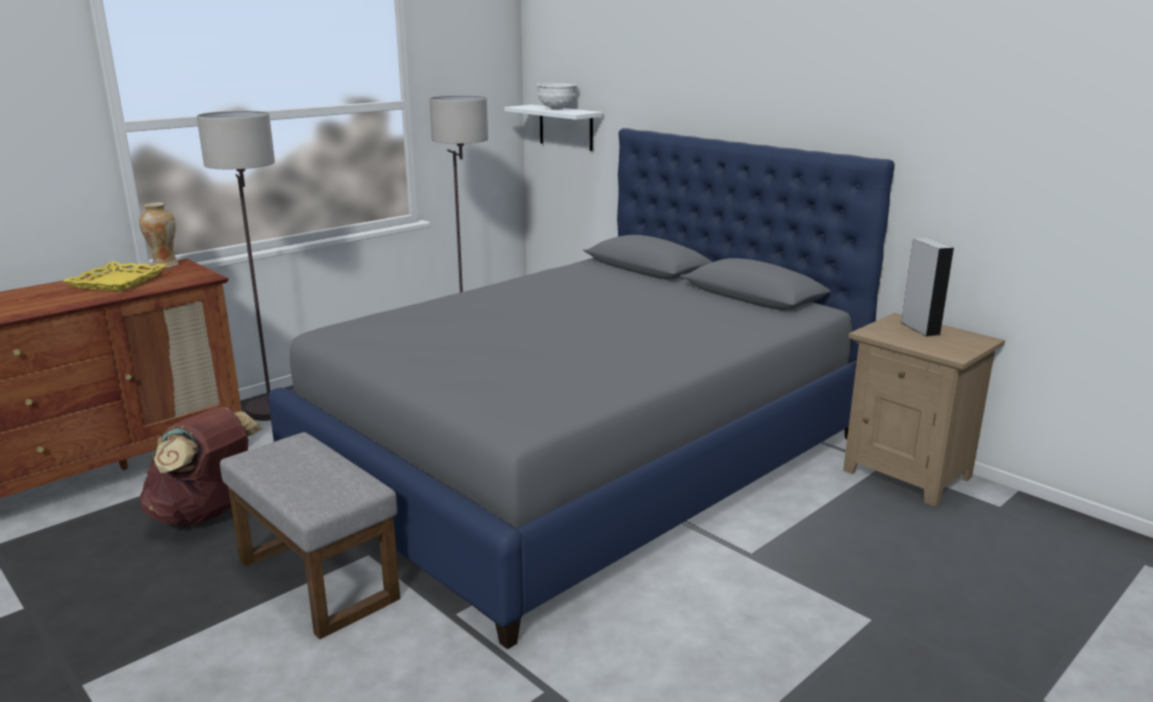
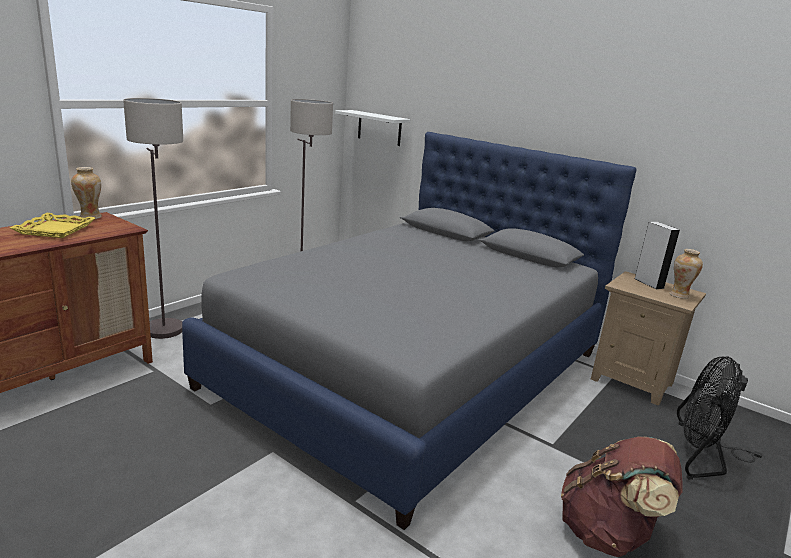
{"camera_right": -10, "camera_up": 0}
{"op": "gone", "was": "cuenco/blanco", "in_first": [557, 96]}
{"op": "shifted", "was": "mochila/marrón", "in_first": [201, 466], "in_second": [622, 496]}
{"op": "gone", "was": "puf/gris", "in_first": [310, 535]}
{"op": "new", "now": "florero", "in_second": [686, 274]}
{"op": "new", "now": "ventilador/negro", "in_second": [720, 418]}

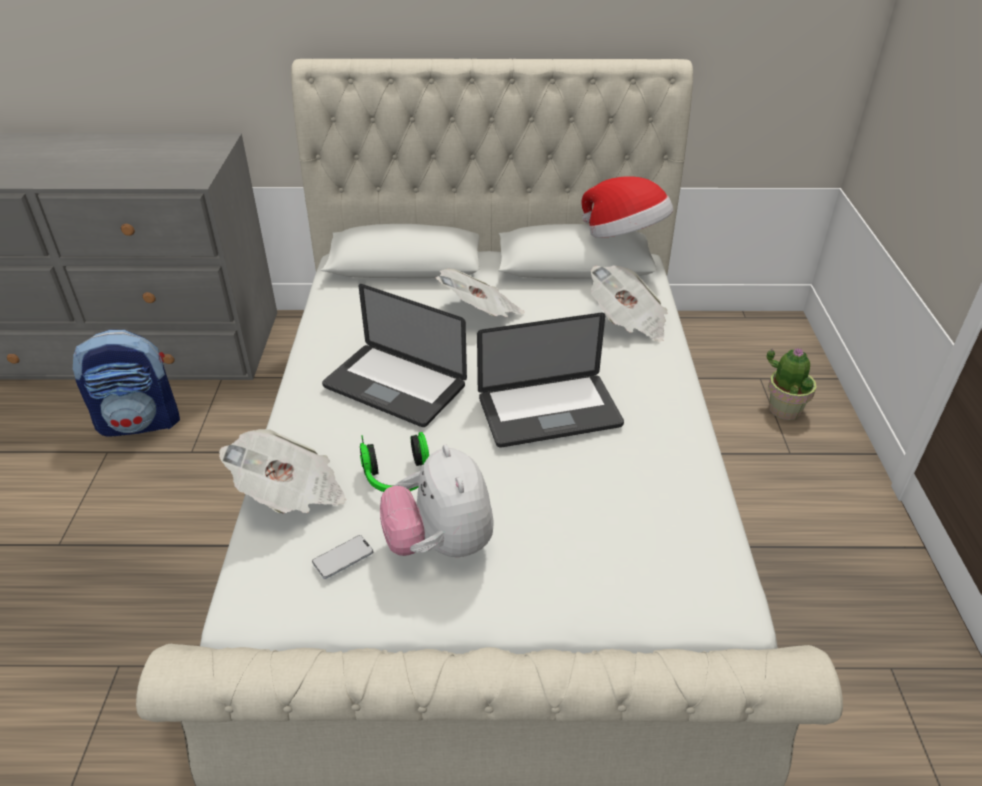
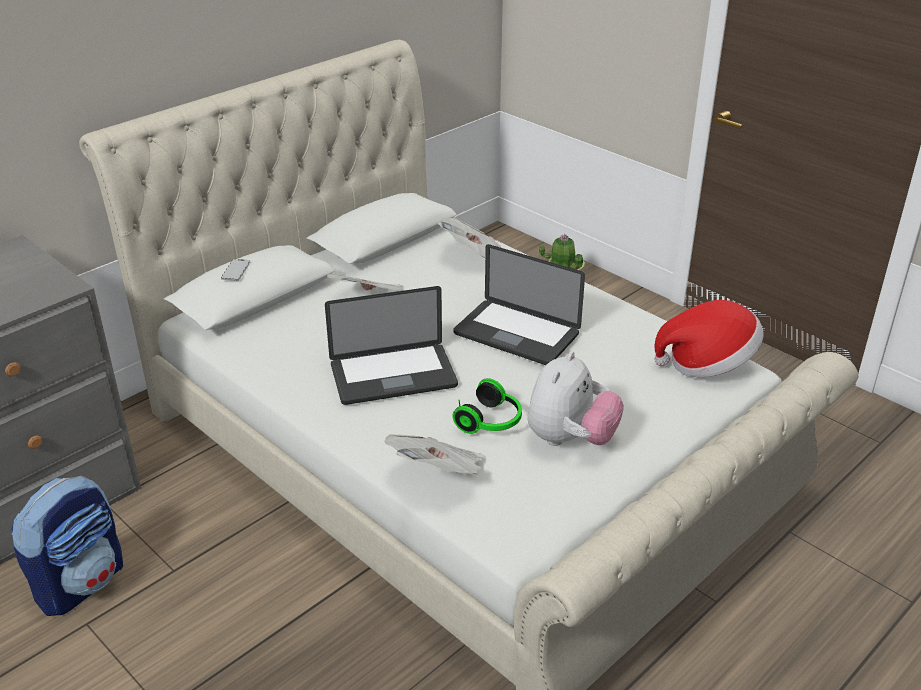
{"camera_right": -45, "camera_up": -5}
{"op": "shifted", "was": "sombrero", "in_first": [627, 207], "in_second": [709, 338]}
{"op": "rotated", "was": "portátil", "in_first": [550, 380], "in_second": [519, 304], "clockwise": 90}
{"op": "rotated", "was": "peluche", "in_first": [437, 501], "in_second": [576, 398], "clockwise": -90}
{"op": "shifted", "was": "móvil", "in_first": [342, 557], "in_second": [235, 270]}

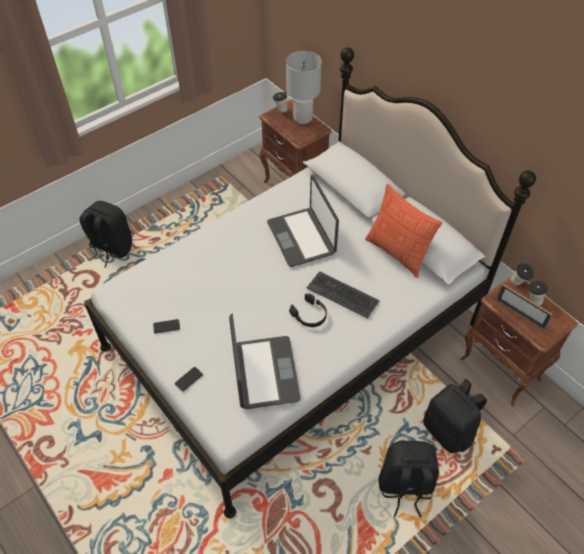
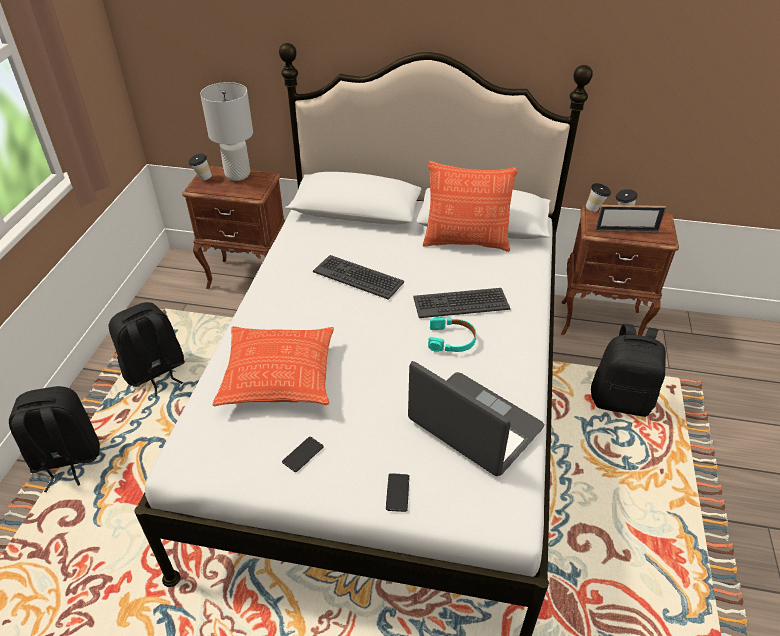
{"camera_right": -40, "camera_up": -10}
{"op": "swapped", "was": "portátil", "now": "teclado", "in_first": [303, 221], "in_second": [358, 277]}
{"op": "repainted", "was": "auriculares/negro", "now": "auriculares/turquesa", "in_first": [308, 310], "in_second": [452, 334]}
{"op": "shifted", "was": "mochila/negro", "in_first": [408, 479], "in_second": [147, 349]}
{"op": "new", "now": "cojín/naranja", "in_second": [273, 366]}

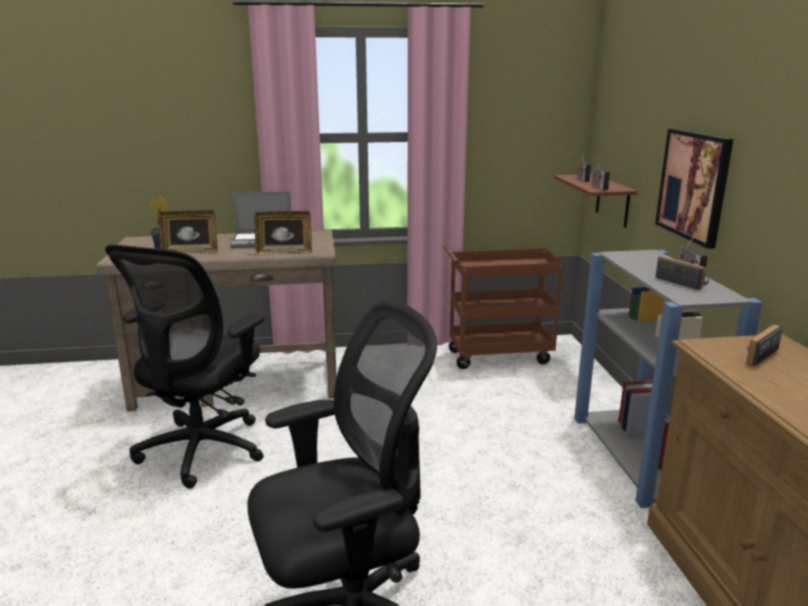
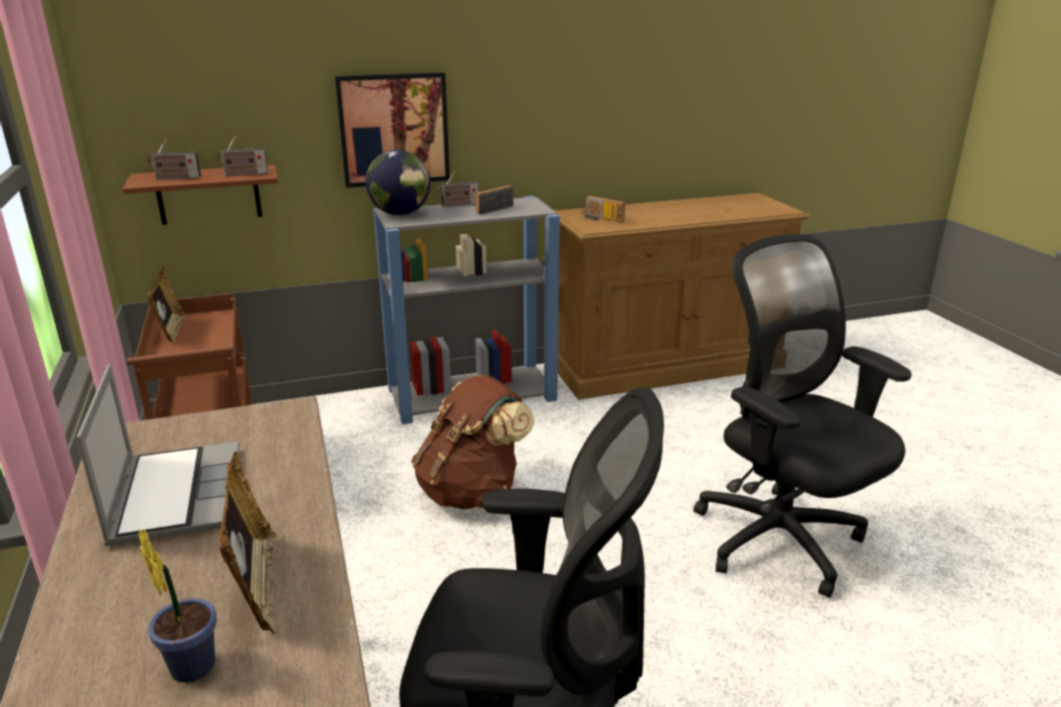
{"camera_right": -100, "camera_up": 5}
{"op": "shifted", "was": "portarretratos", "in_first": [283, 232], "in_second": [167, 305]}
{"op": "new", "now": "globo terráqueo", "in_second": [398, 182]}
{"op": "new", "now": "mochila/marrón", "in_second": [473, 442]}

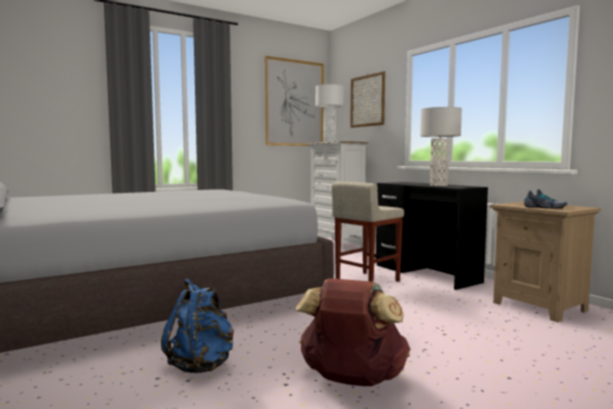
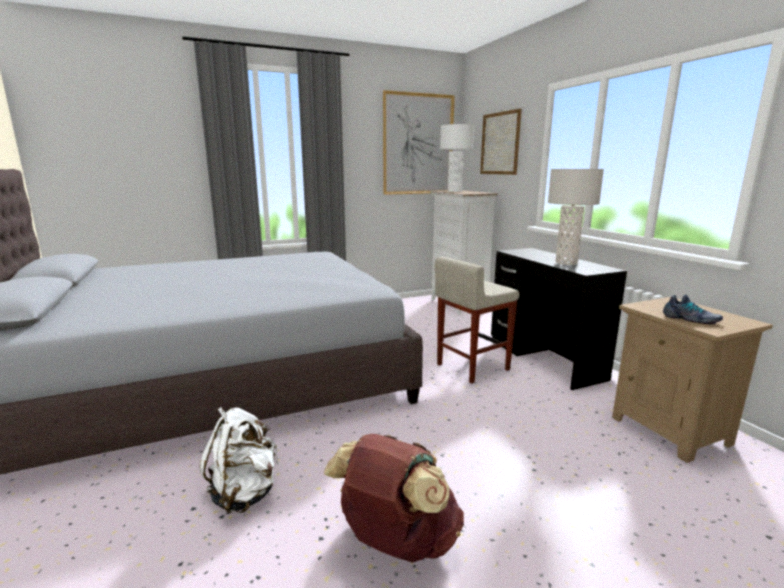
{"camera_right": 10, "camera_up": 10}
{"op": "repainted", "was": "mochila/azul", "now": "mochila/blanco", "in_first": [197, 326], "in_second": [239, 460]}

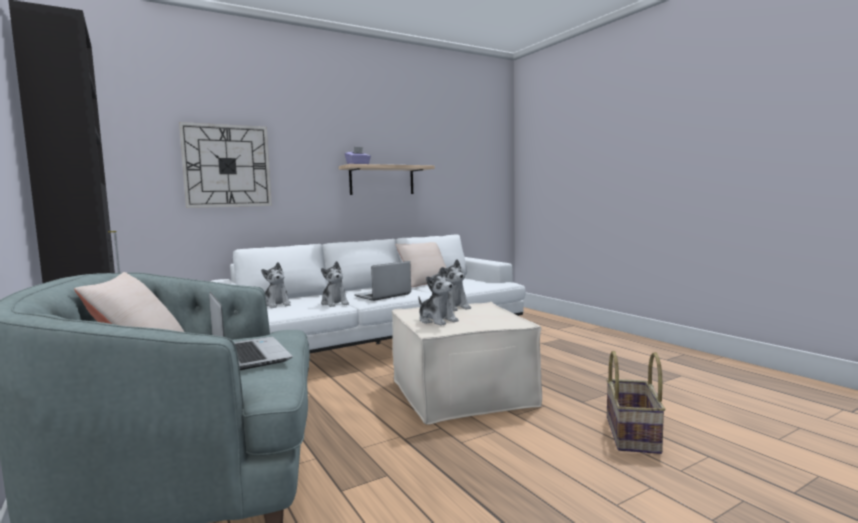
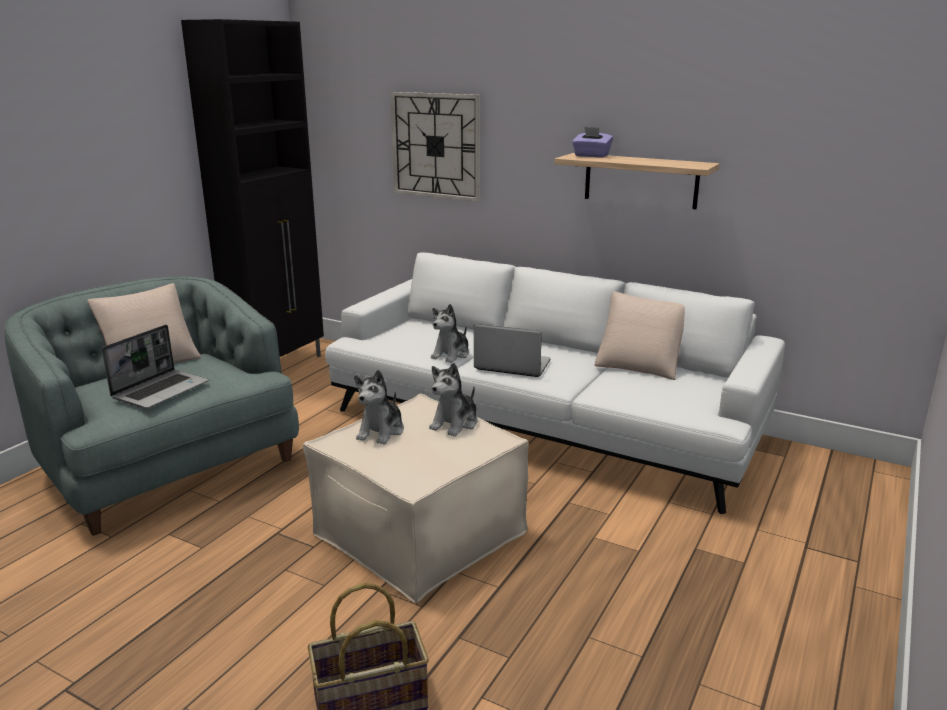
{"camera_right": 60, "camera_up": 15}
{"op": "gone", "was": "peluche", "in_first": [276, 285]}

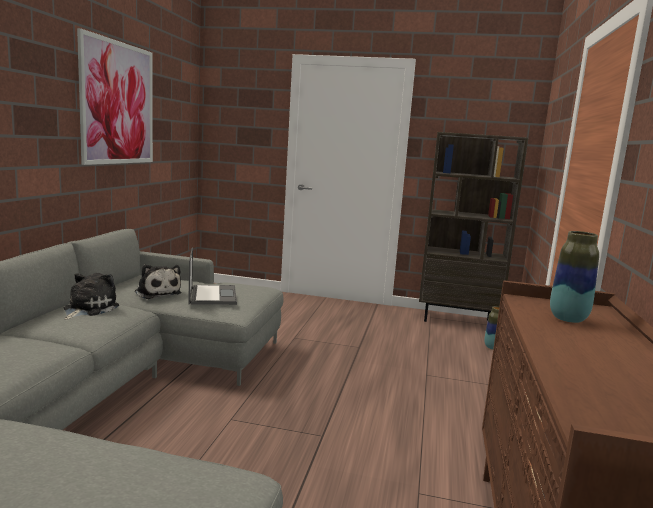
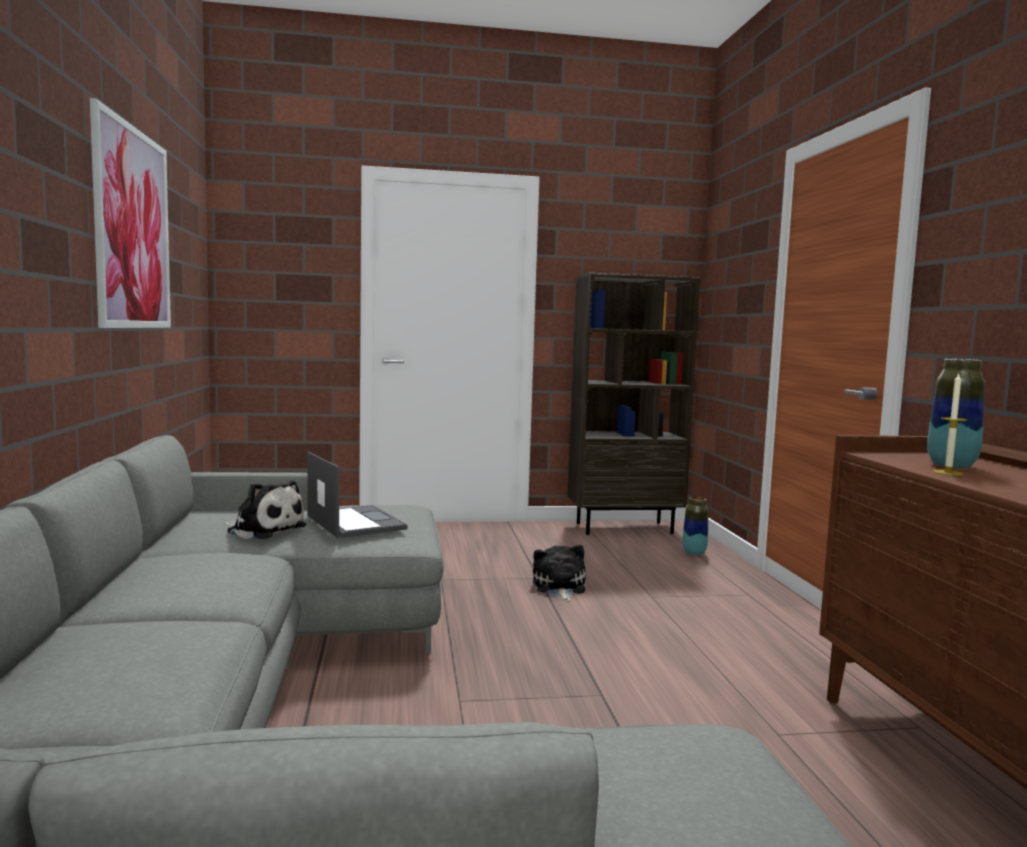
{"camera_right": -20, "camera_up": -5}
{"op": "shifted", "was": "peluche", "in_first": [91, 296], "in_second": [559, 573]}
{"op": "new", "now": "vela", "in_second": [950, 424]}

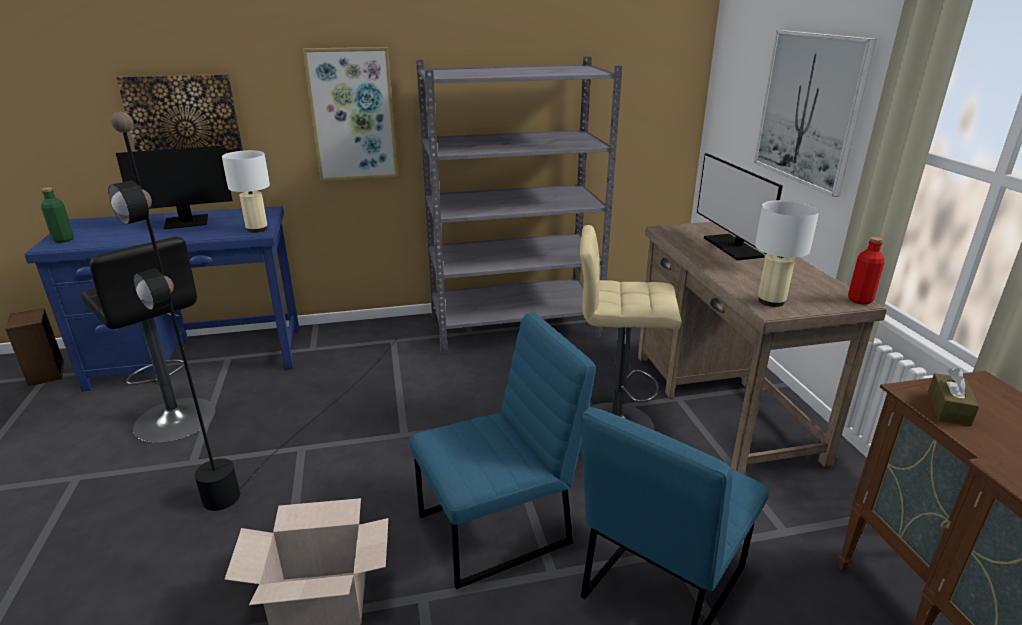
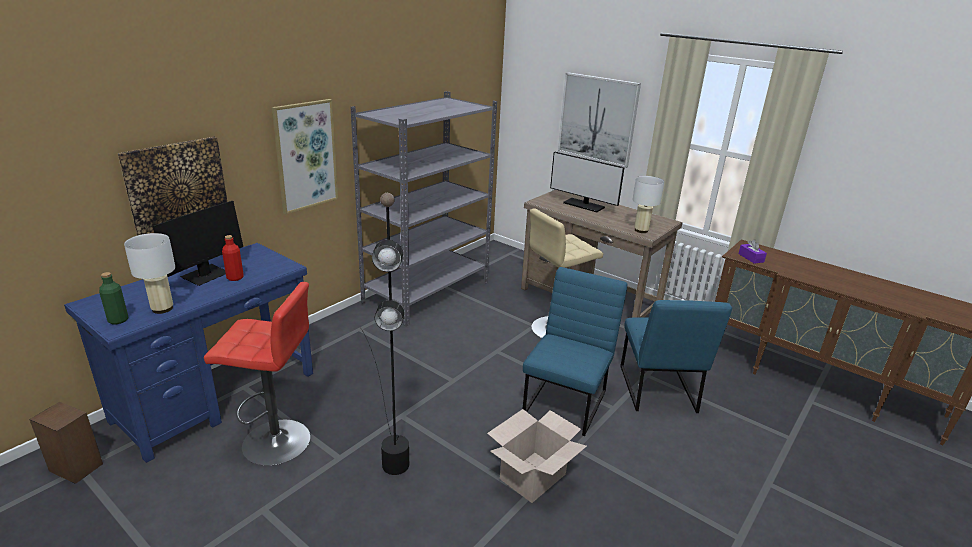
{"camera_right": -40, "camera_up": 0}
{"op": "shifted", "was": "lámpara de mesa/blanco", "in_first": [246, 191], "in_second": [149, 273]}
{"op": "repainted", "was": "taburete/negro", "now": "taburete/rojo", "in_first": [148, 340], "in_second": [257, 374]}
{"op": "shifted", "was": "botella/rojo", "in_first": [866, 271], "in_second": [233, 258]}
{"op": "repainted", "was": "caja de pañuelos/marrón", "now": "caja de pañuelos/morado", "in_first": [953, 397], "in_second": [752, 251]}

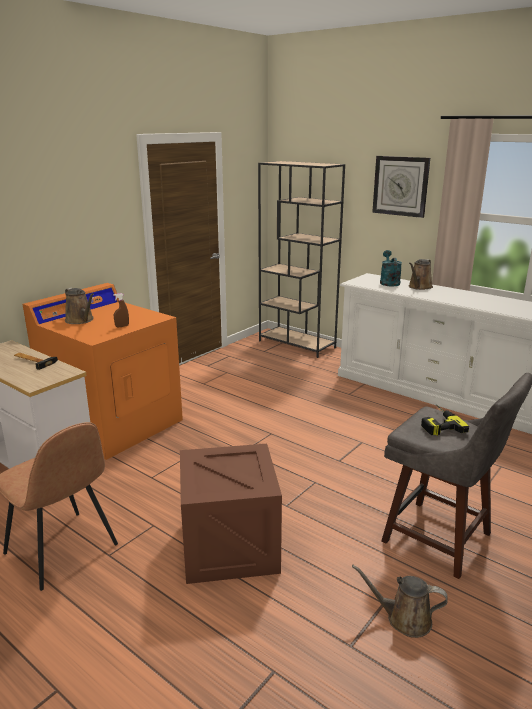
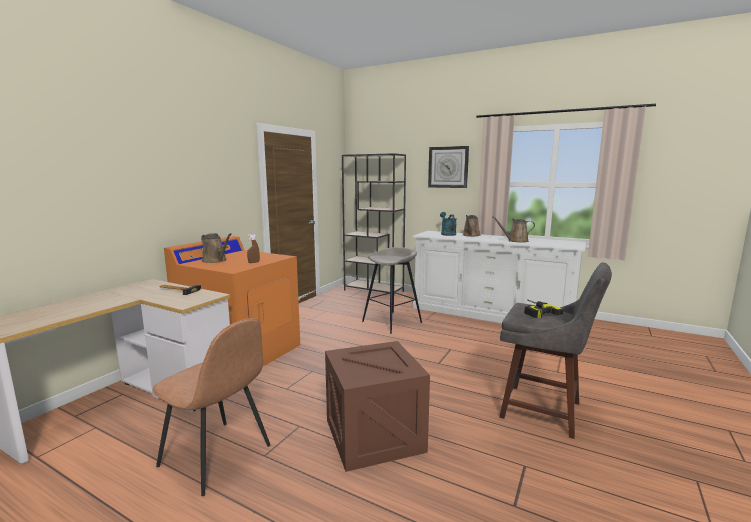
{"camera_right": -10, "camera_up": -10}
{"op": "shifted", "was": "regadera/marrón", "in_first": [400, 601], "in_second": [513, 229]}
{"op": "new", "now": "taburete/gris", "in_second": [392, 290]}

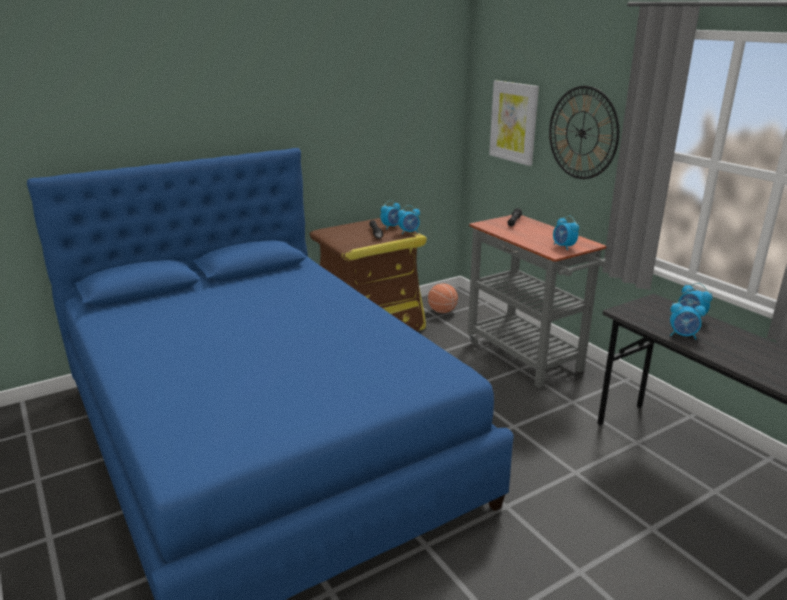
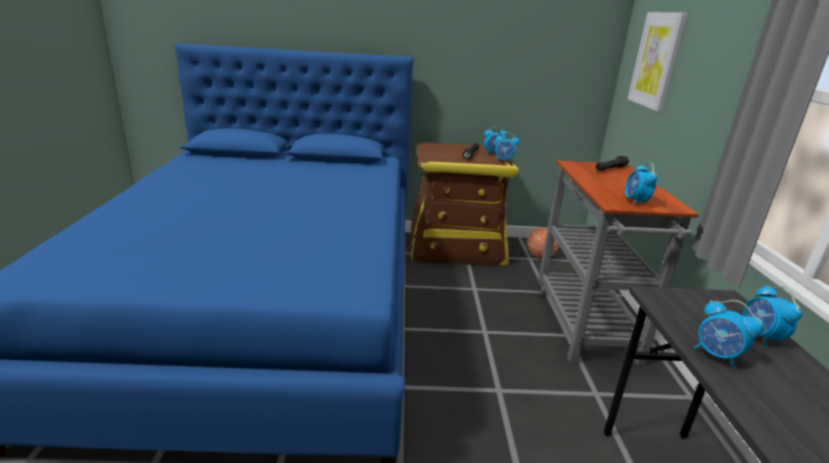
{"camera_right": 30, "camera_up": 0}
{"op": "gone", "was": "reloj de pared", "in_first": [584, 132]}

